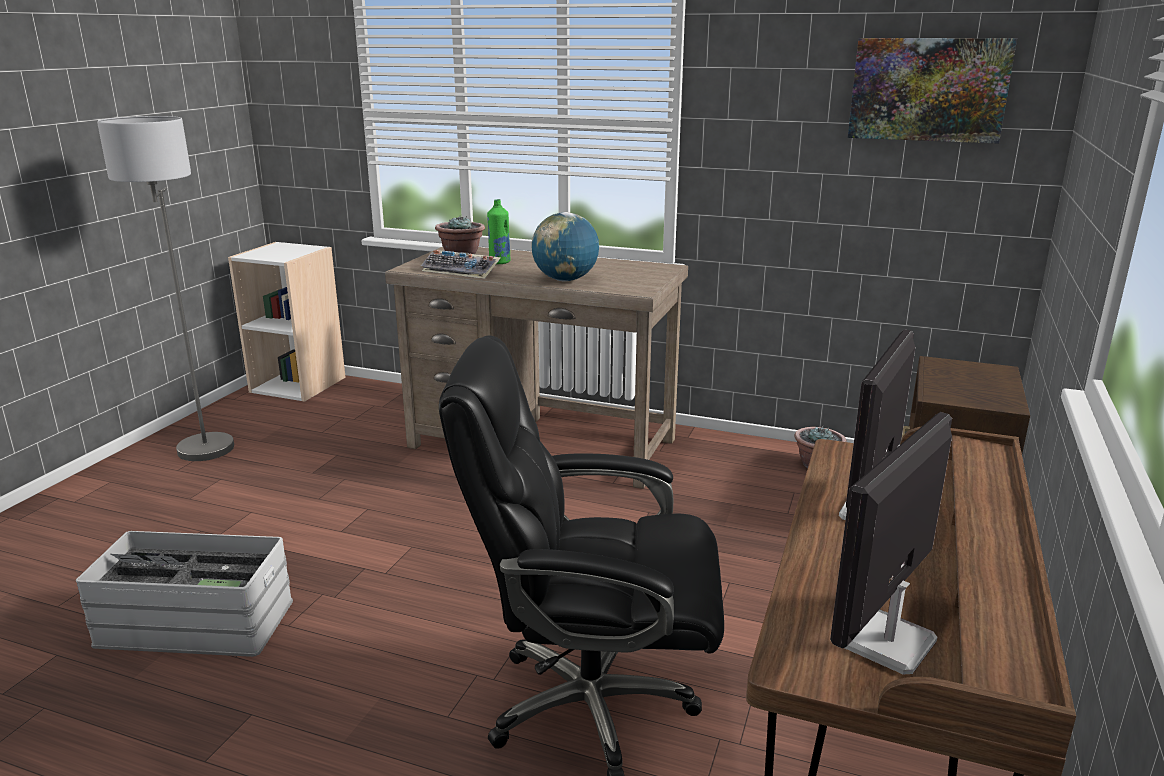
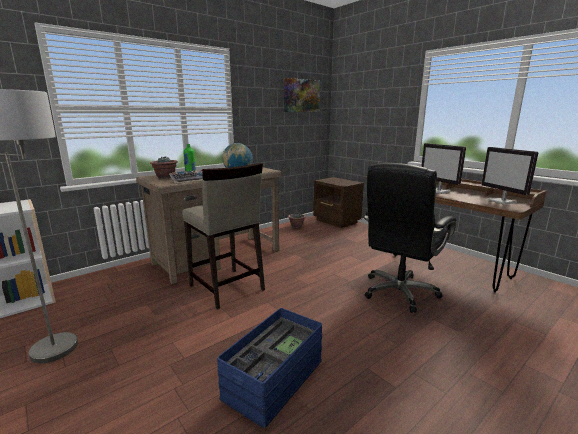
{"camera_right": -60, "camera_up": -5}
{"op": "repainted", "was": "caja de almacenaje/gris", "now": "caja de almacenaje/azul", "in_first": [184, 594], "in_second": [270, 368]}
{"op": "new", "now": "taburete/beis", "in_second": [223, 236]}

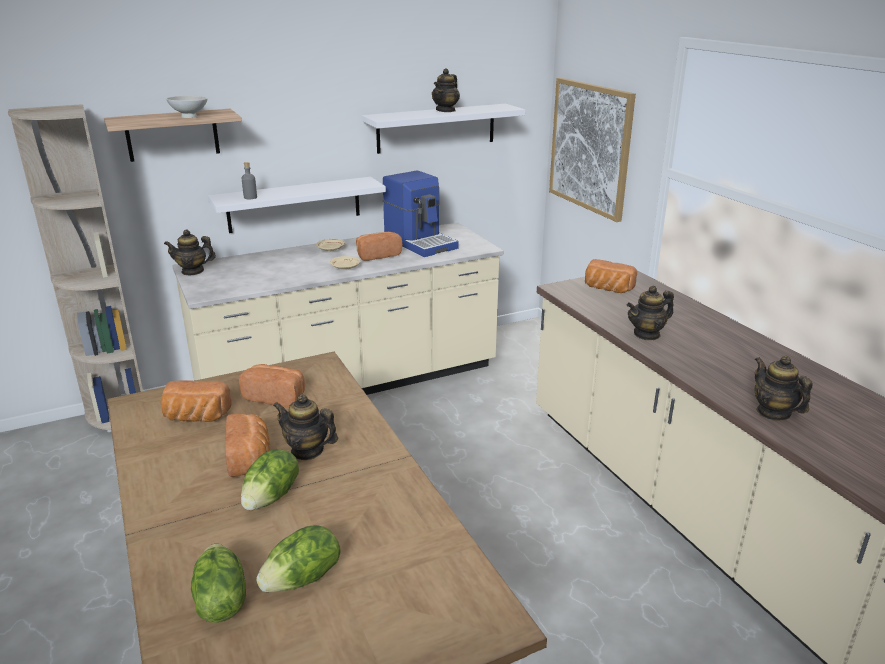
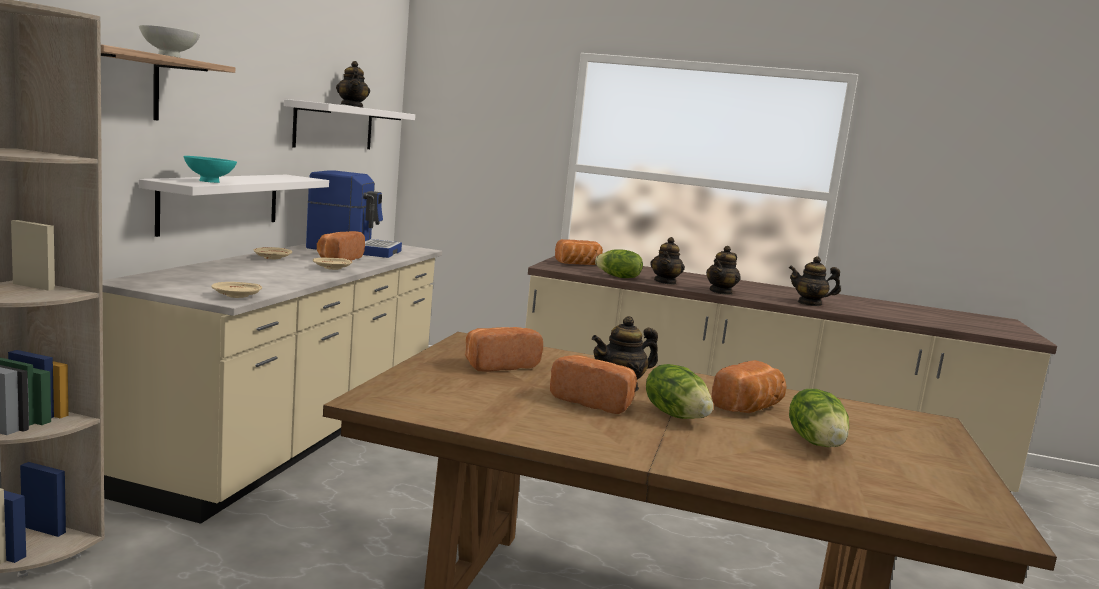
{"camera_right": -50, "camera_up": -15}
{"op": "gone", "was": "cuadro", "in_first": [592, 150]}
{"op": "swapped", "was": "botella/gris", "now": "cuenco/turquesa", "in_first": [249, 180], "in_second": [210, 169]}
{"op": "shifted", "was": "tetera", "in_first": [190, 252], "in_second": [723, 270]}
{"op": "shifted", "was": "pan", "in_first": [196, 401], "in_second": [749, 386]}
{"op": "shifted", "was": "lechuga", "in_first": [218, 583], "in_second": [619, 263]}
{"op": "new", "now": "plato/beis", "in_second": [236, 290]}

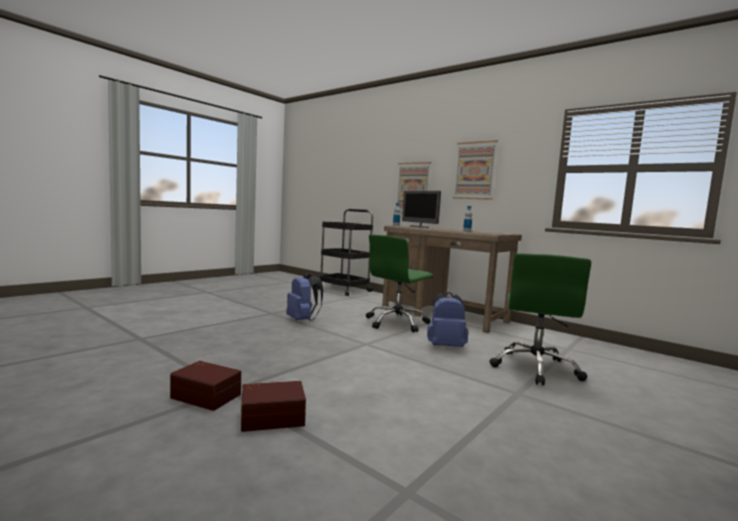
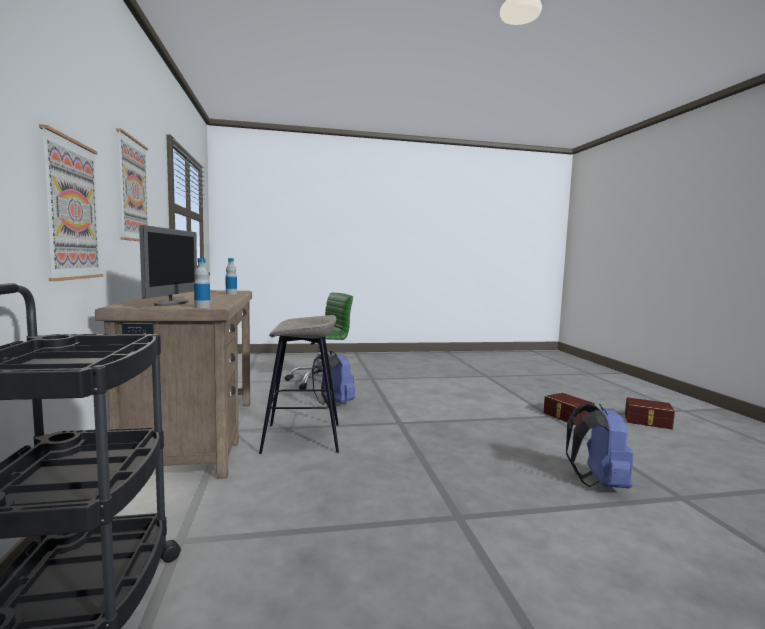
{"camera_right": -140, "camera_up": 0}
{"op": "swapped", "was": "silla de oficina/verde", "now": "taburete/gris", "in_first": [400, 283], "in_second": [299, 384]}
{"op": "shifted", "was": "mochila/azul", "in_first": [305, 297], "in_second": [600, 445]}
{"op": "shifted", "was": "caja de almacenaje/marrón", "in_first": [273, 406], "in_second": [650, 413]}

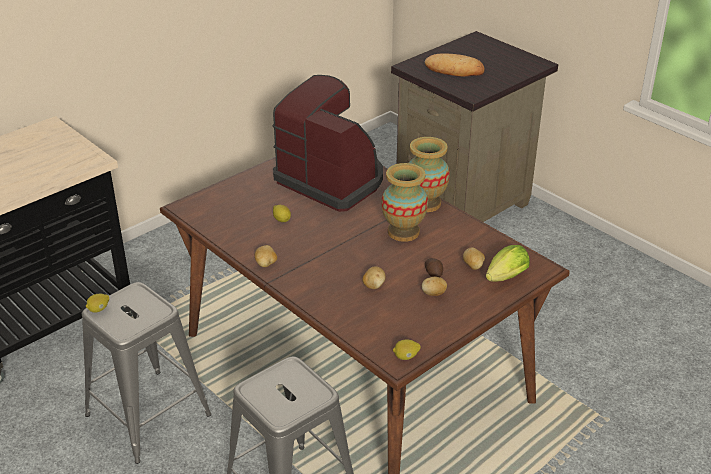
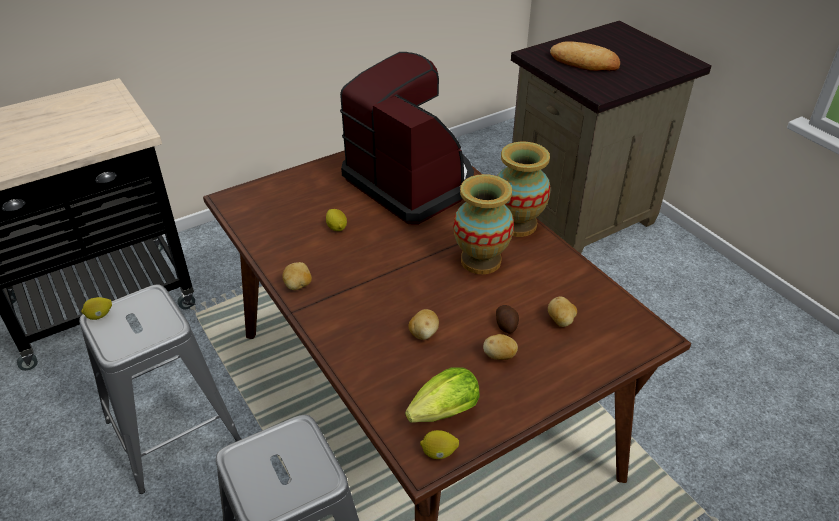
{"camera_right": 10, "camera_up": 5}
{"op": "shifted", "was": "lechuga", "in_first": [508, 263], "in_second": [442, 395]}

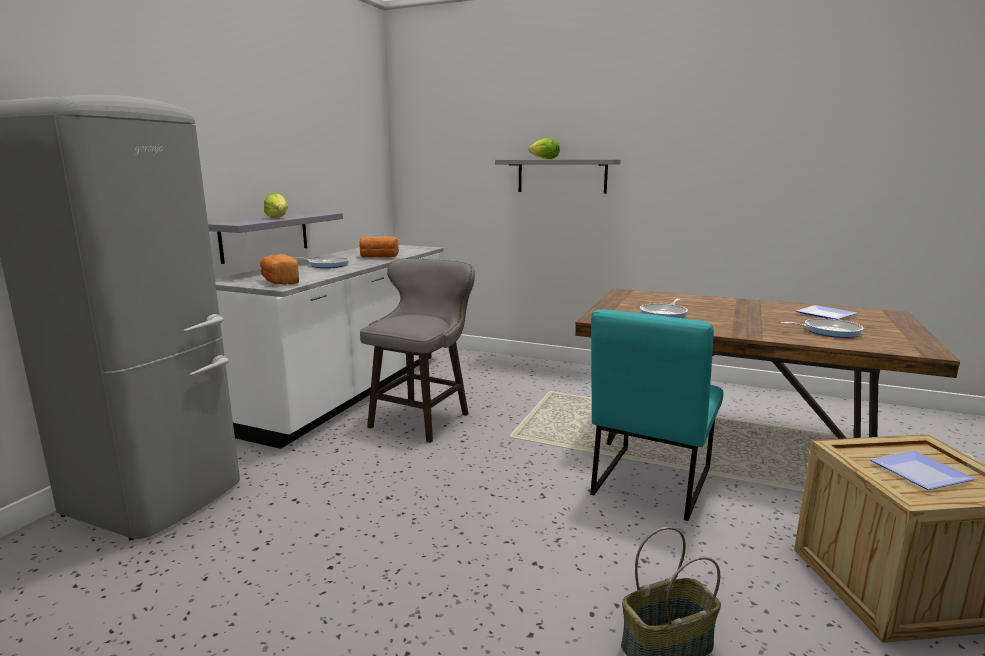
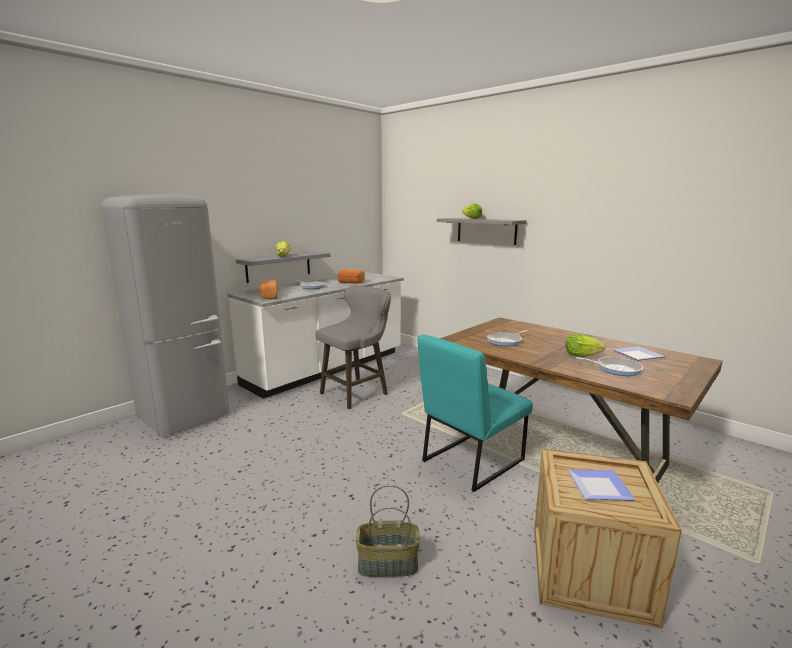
{"camera_right": 20, "camera_up": 0}
{"op": "new", "now": "lechuga", "in_second": [585, 345]}

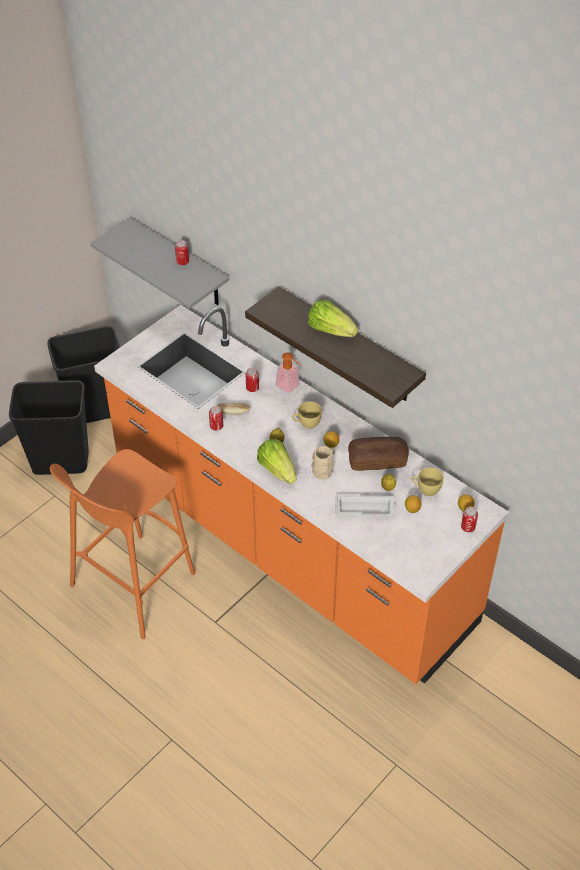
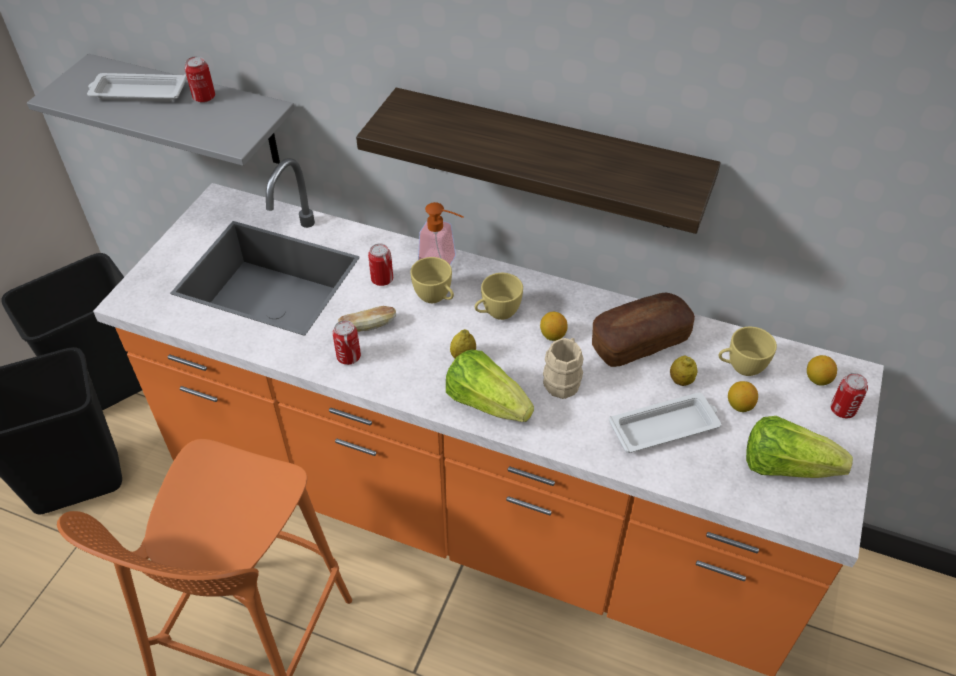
{"camera_right": -20, "camera_up": 0}
{"op": "shifted", "was": "lechuga", "in_first": [333, 318], "in_second": [799, 447]}
{"op": "new", "now": "bandeja/blanco", "in_second": [137, 87]}
{"op": "new", "now": "taza/amarillo", "in_second": [432, 280]}

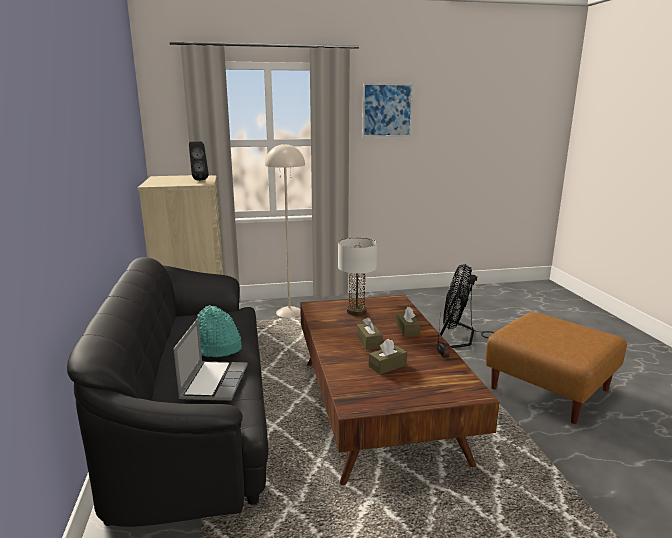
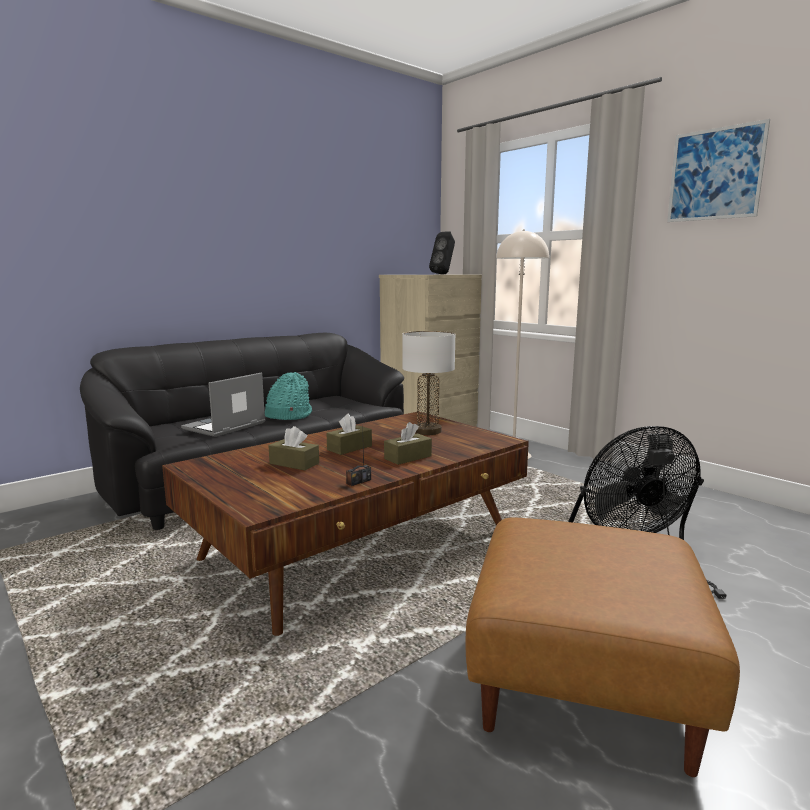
{"camera_right": 60, "camera_up": -5}
{"op": "rotated", "was": "portátil", "in_first": [210, 359], "in_second": [223, 404], "clockwise": 150}

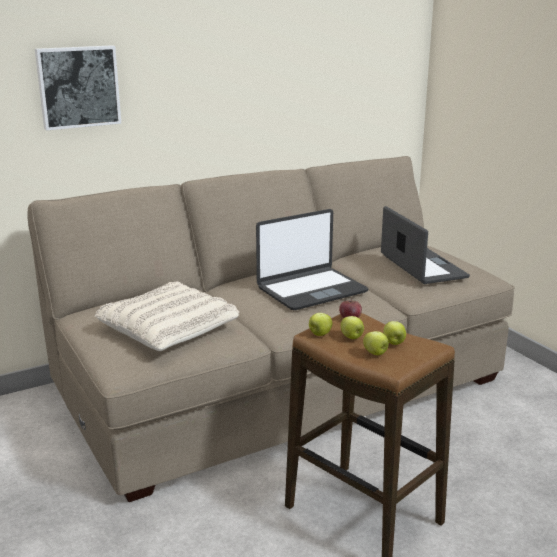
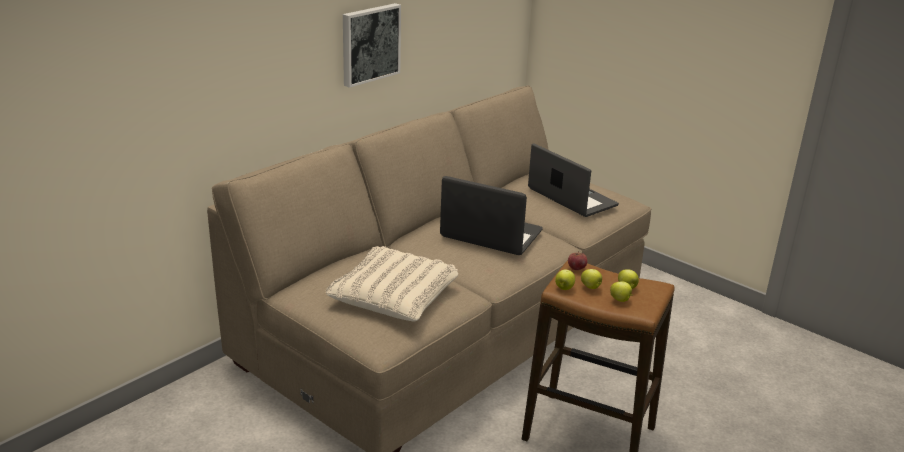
{"camera_right": -20, "camera_up": 5}
{"op": "shifted", "was": "cuadro", "in_first": [78, 88], "in_second": [372, 45]}
{"op": "rotated", "was": "portátil", "in_first": [312, 259], "in_second": [491, 215], "clockwise": -105}

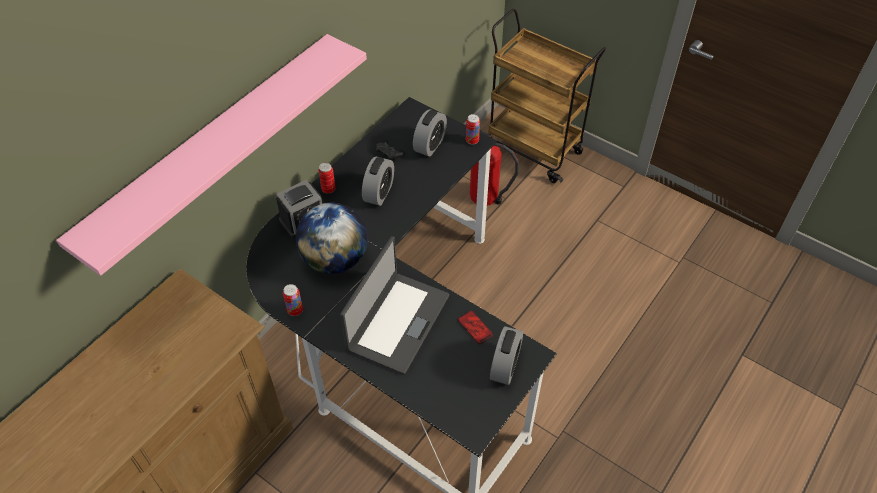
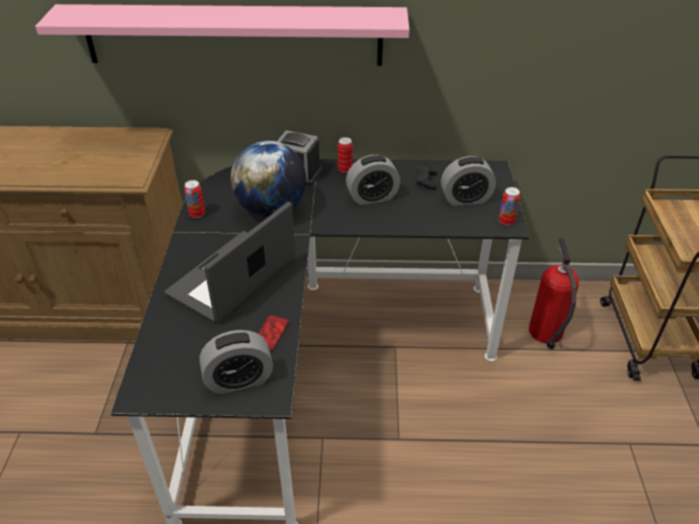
{"camera_right": 55, "camera_up": -10}
{"op": "rotated", "was": "portátil", "in_first": [394, 305], "in_second": [229, 262], "clockwise": 135}

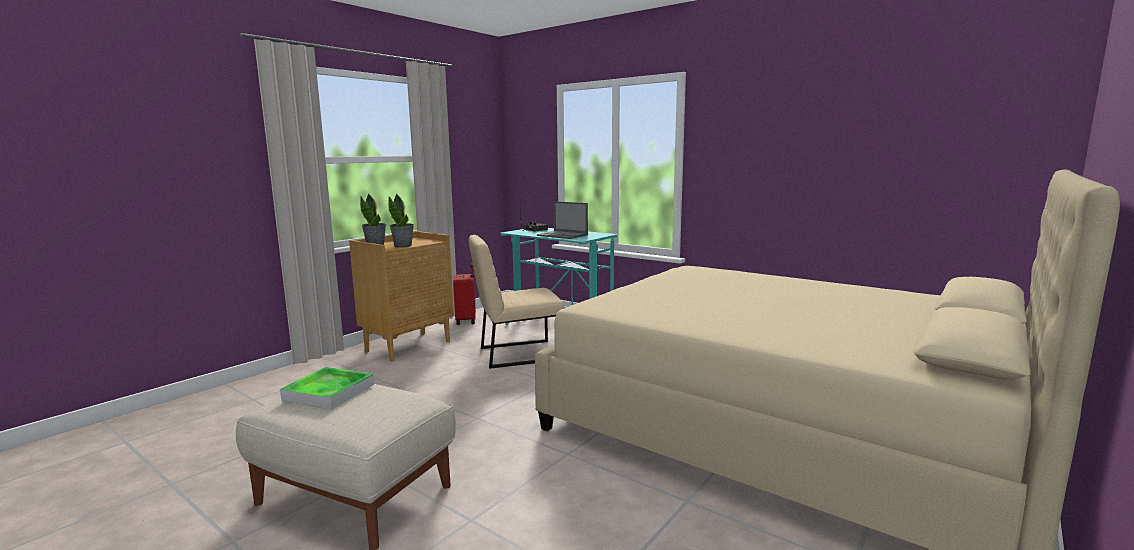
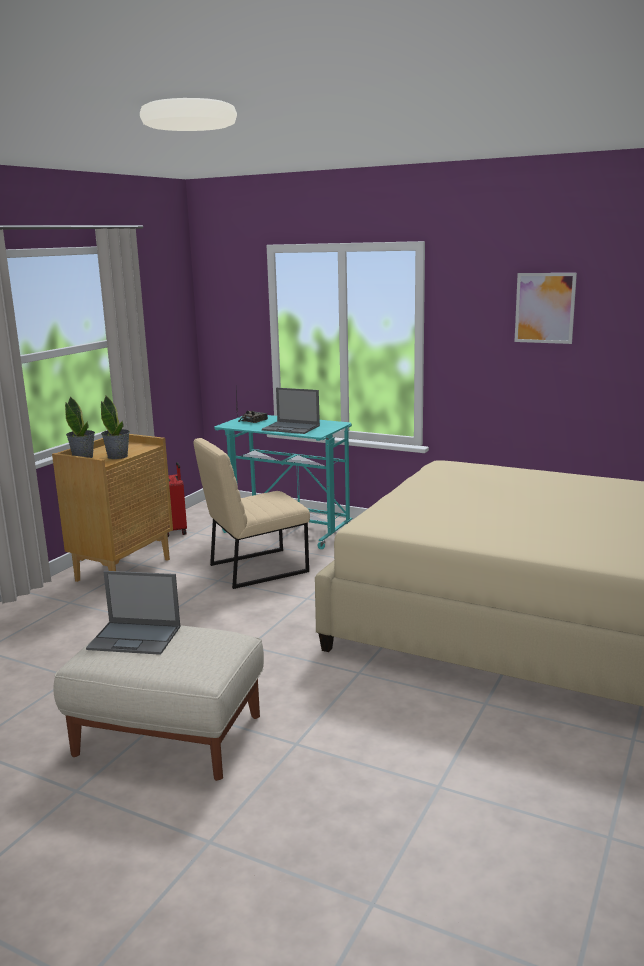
{"camera_right": -10, "camera_up": 5}
{"op": "swapped", "was": "bandeja", "now": "portátil", "in_first": [327, 388], "in_second": [133, 613]}
{"op": "new", "now": "cuadro", "in_second": [546, 308]}

